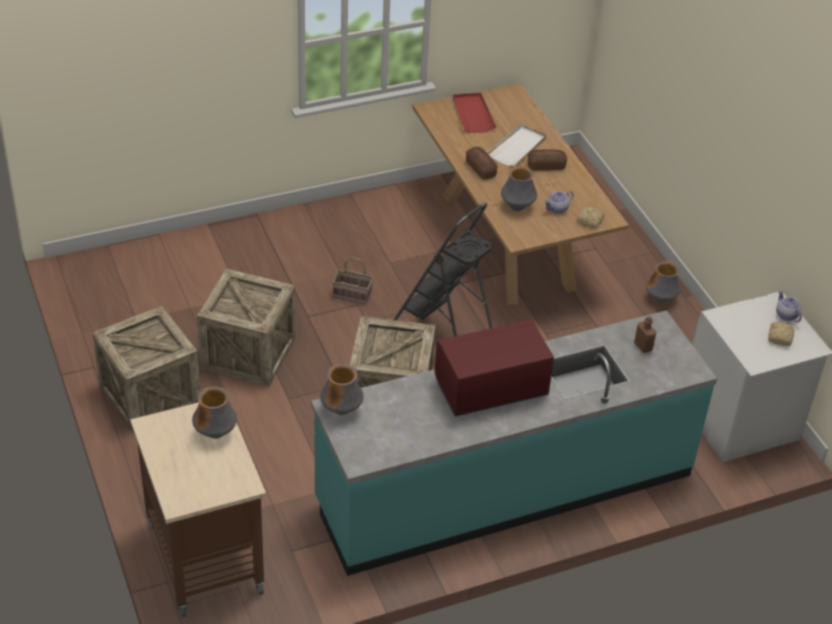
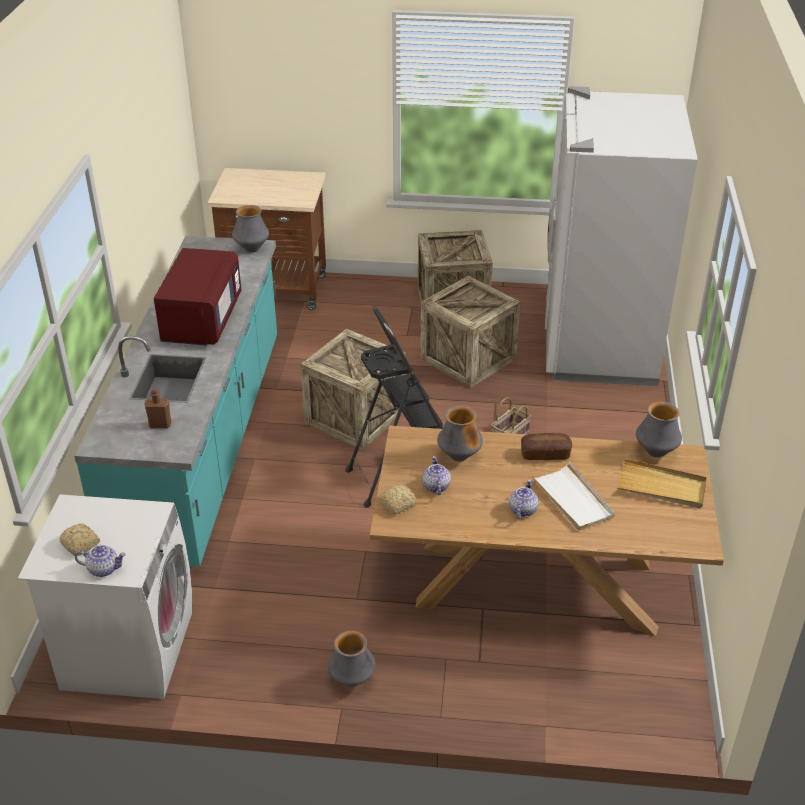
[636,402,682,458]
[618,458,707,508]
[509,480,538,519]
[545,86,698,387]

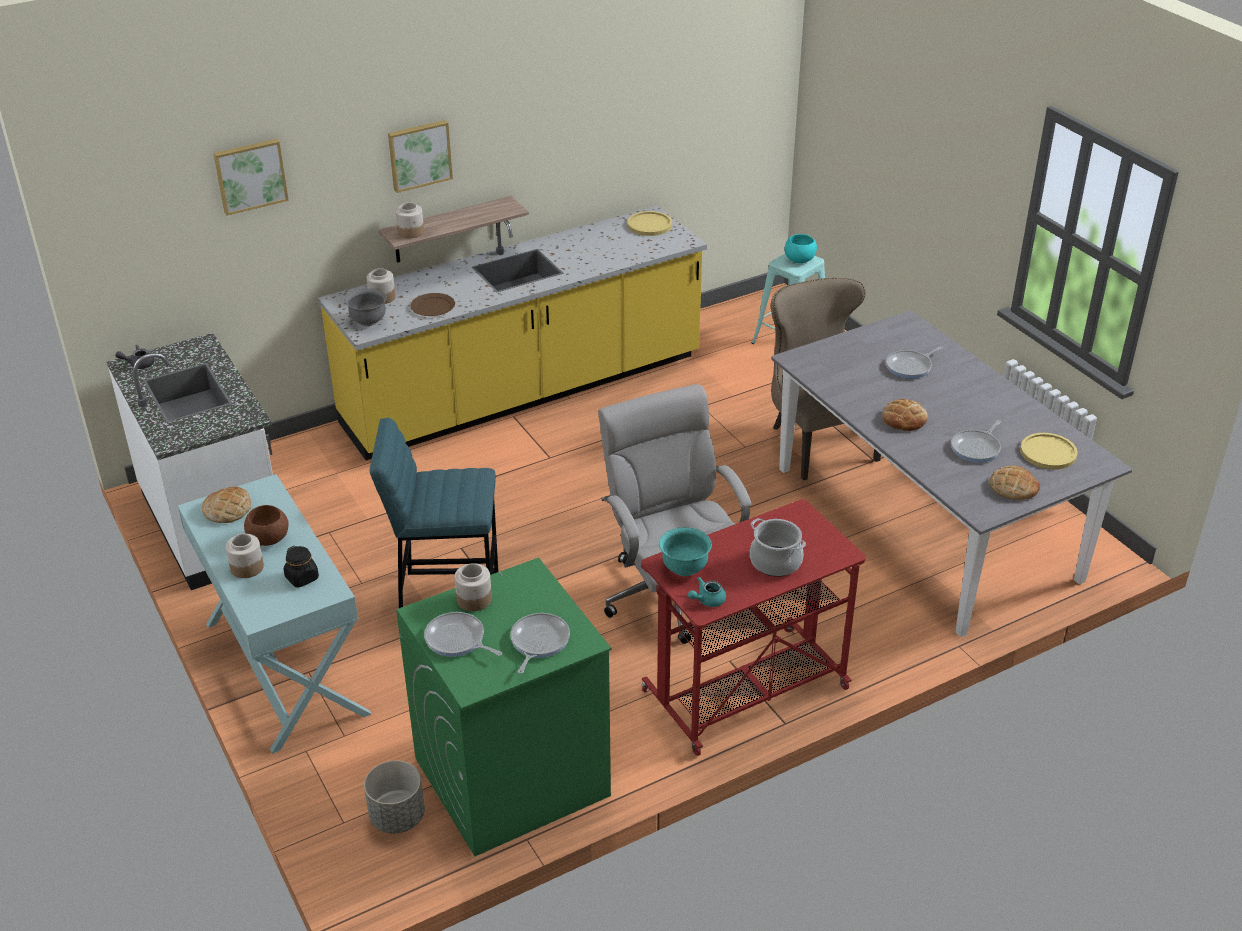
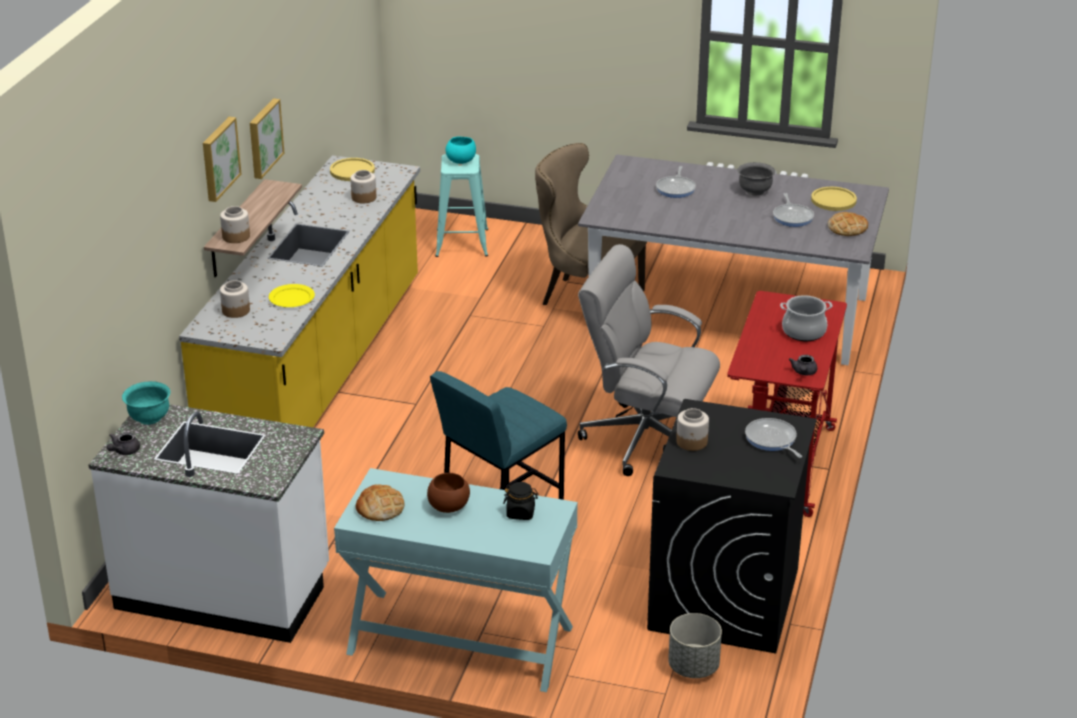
[250,98,284,179]
[350,170,376,203]
[737,162,775,196]
[647,399,817,653]
[269,284,315,307]
[424,612,503,657] (first image)
[122,381,170,425]
[789,355,817,375]
[882,399,928,431] (first image)

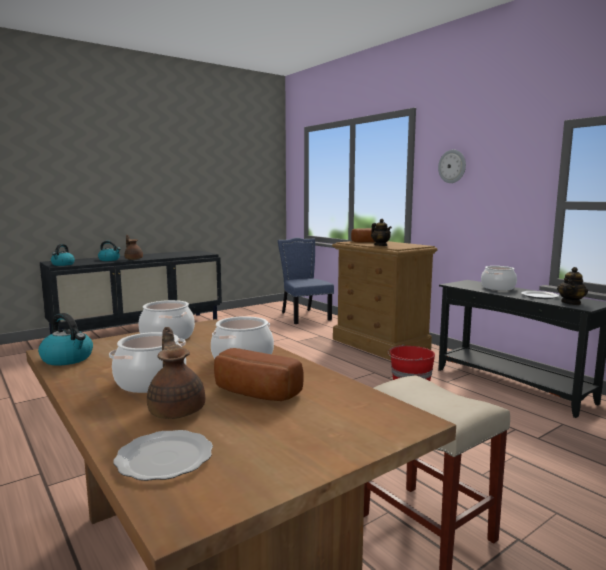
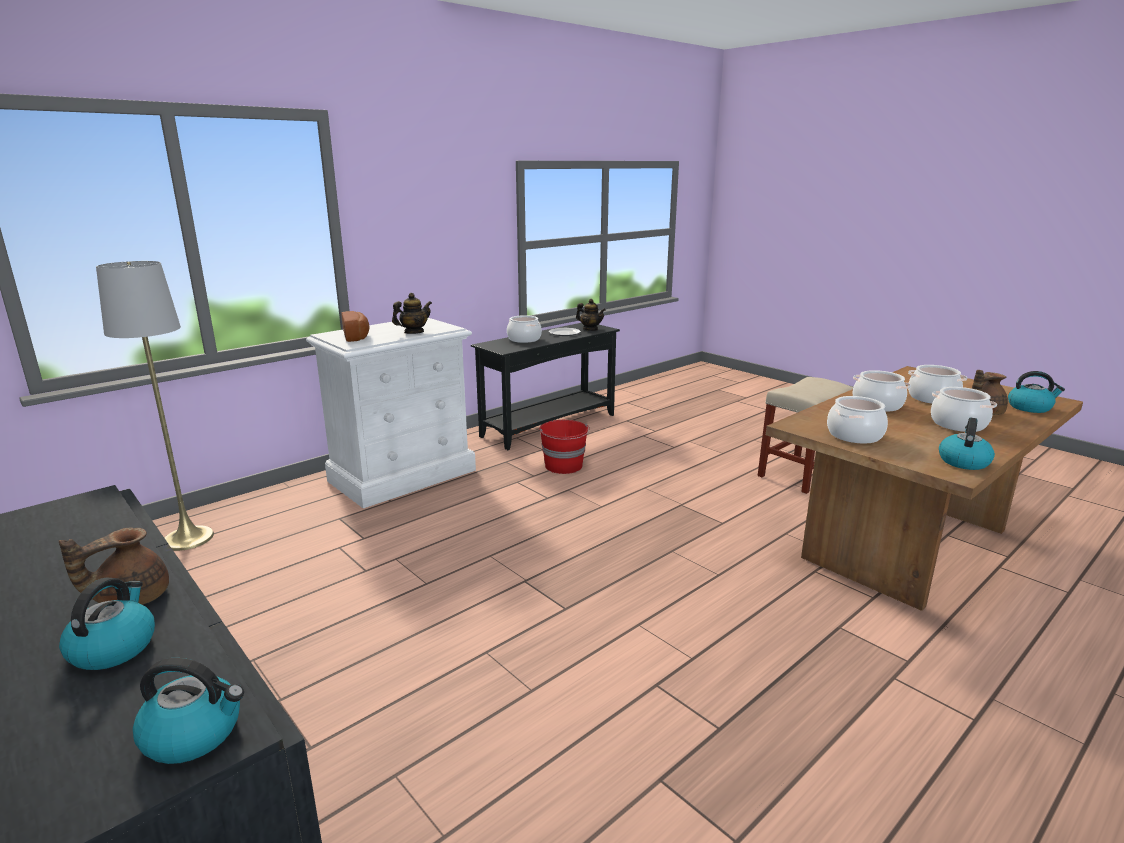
[1008,371,1065,413]
[908,365,967,404]
[96,261,214,551]
[306,318,476,508]
[438,150,466,183] (first image)

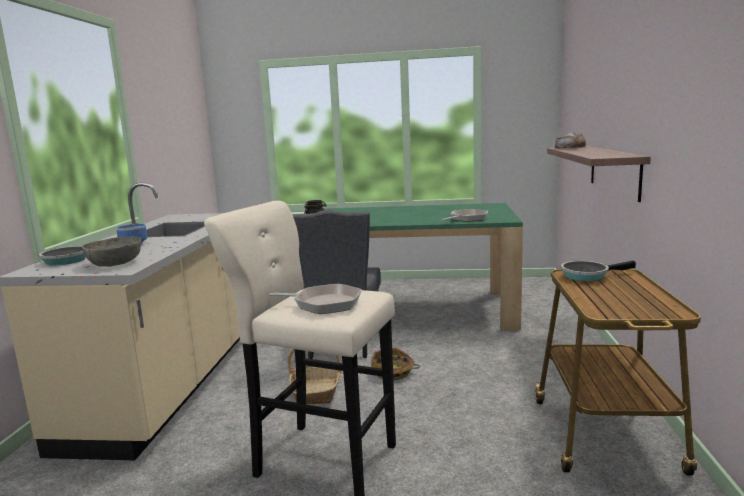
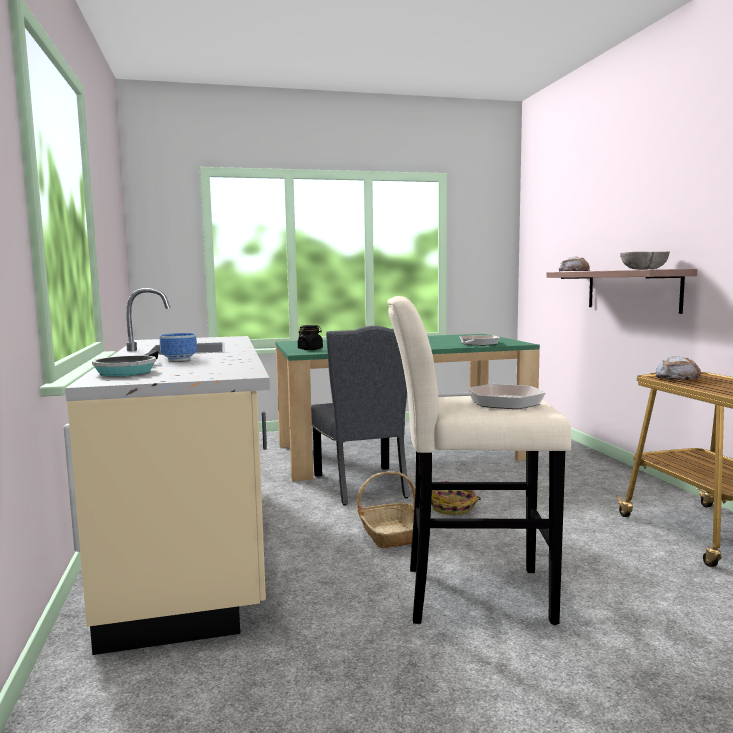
[620,251,670,270]
[656,356,701,380]

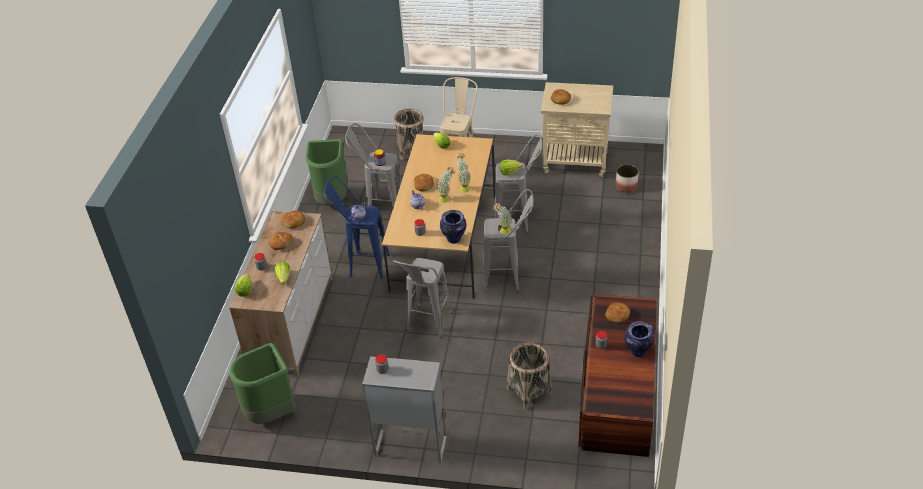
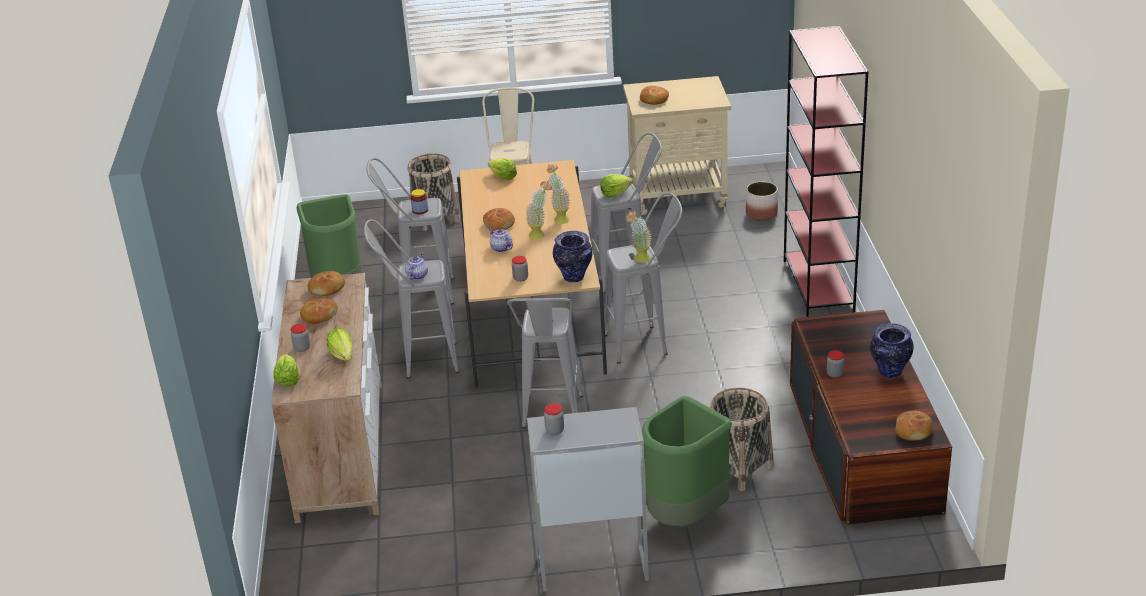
[642,396,732,527]
[364,219,459,379]
[895,410,933,441]
[784,26,868,317]

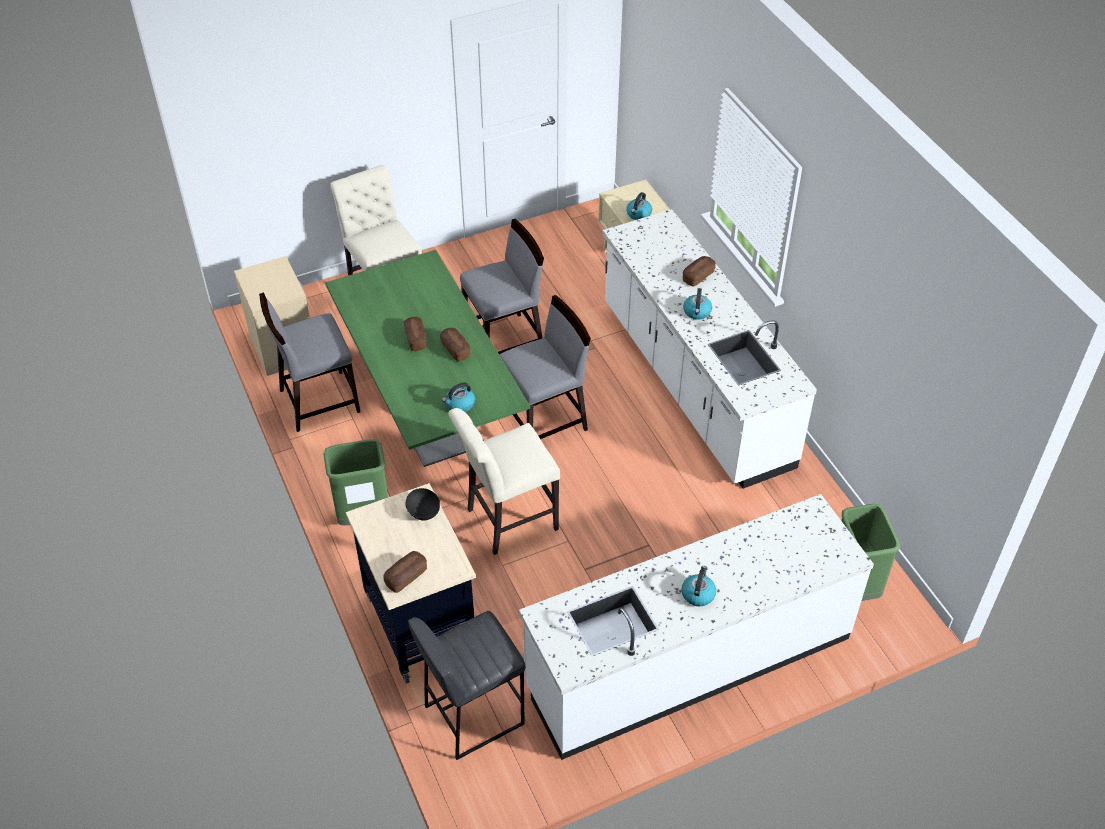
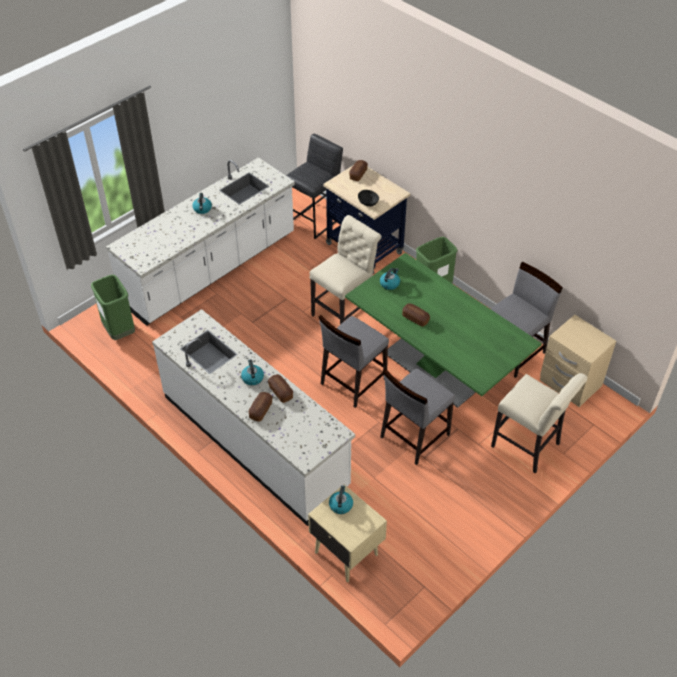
[268,374,293,403]

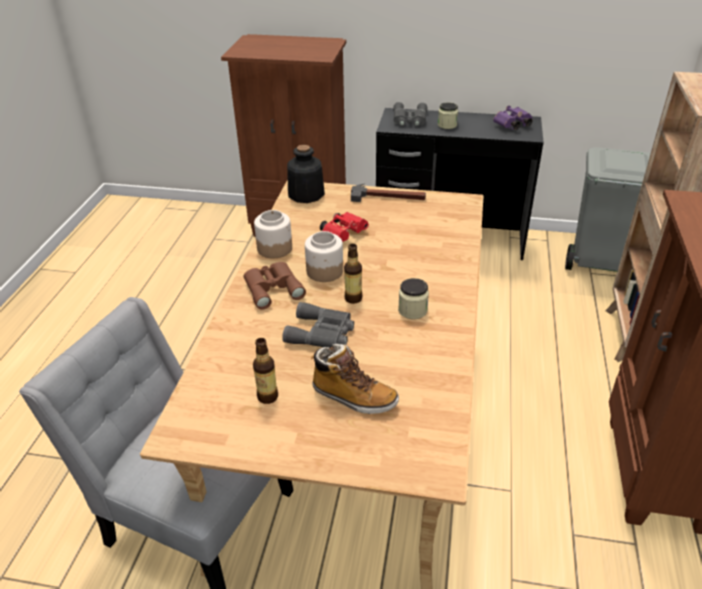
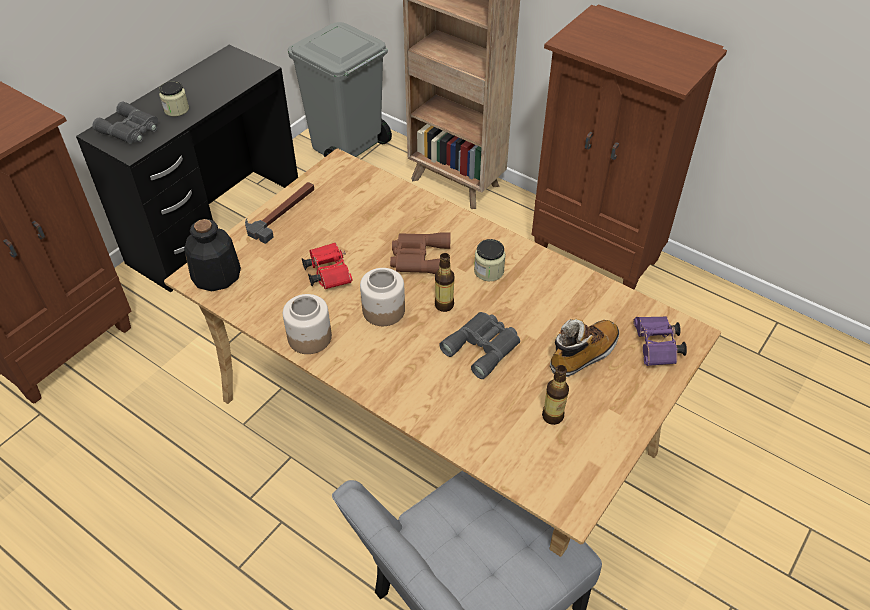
[390,232,451,274]
[633,316,687,366]

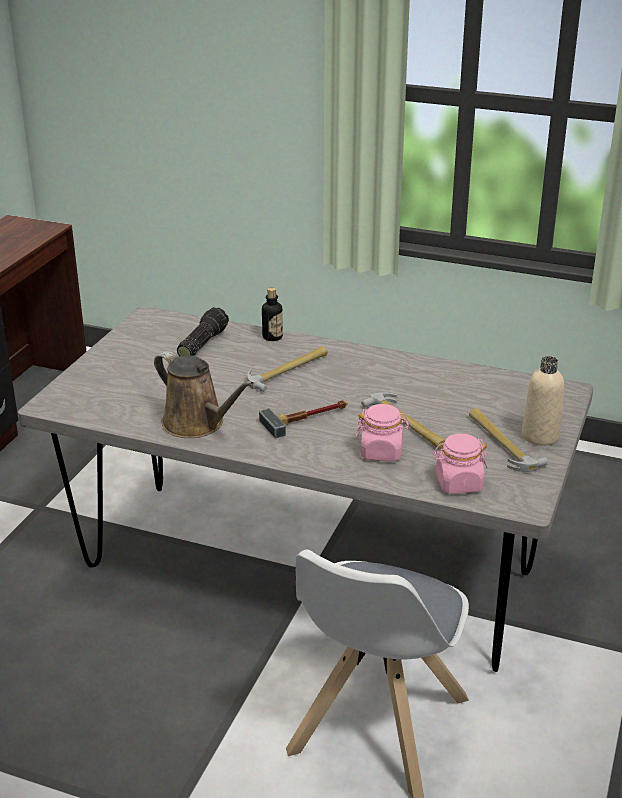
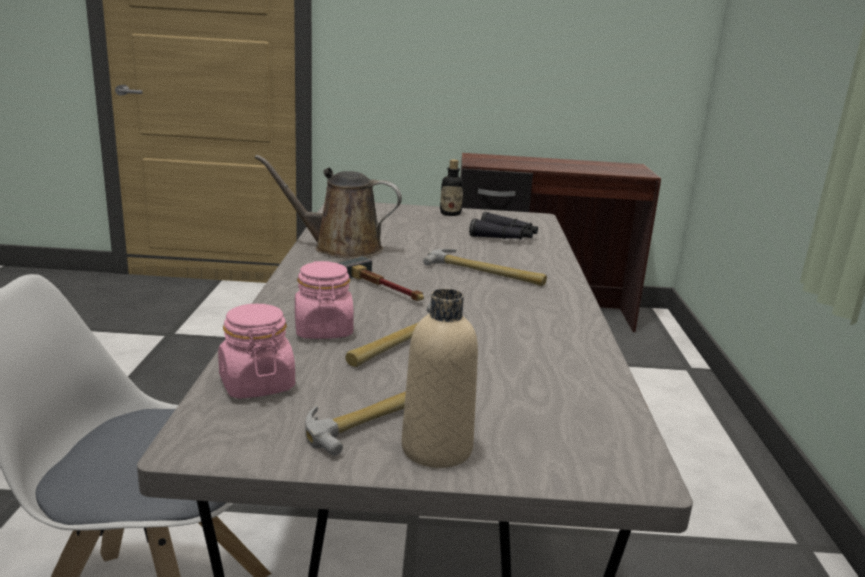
[255,155,402,259]
[469,212,538,240]
[440,160,464,216]

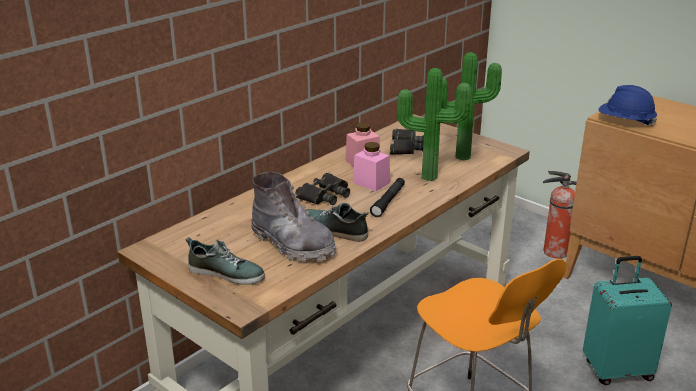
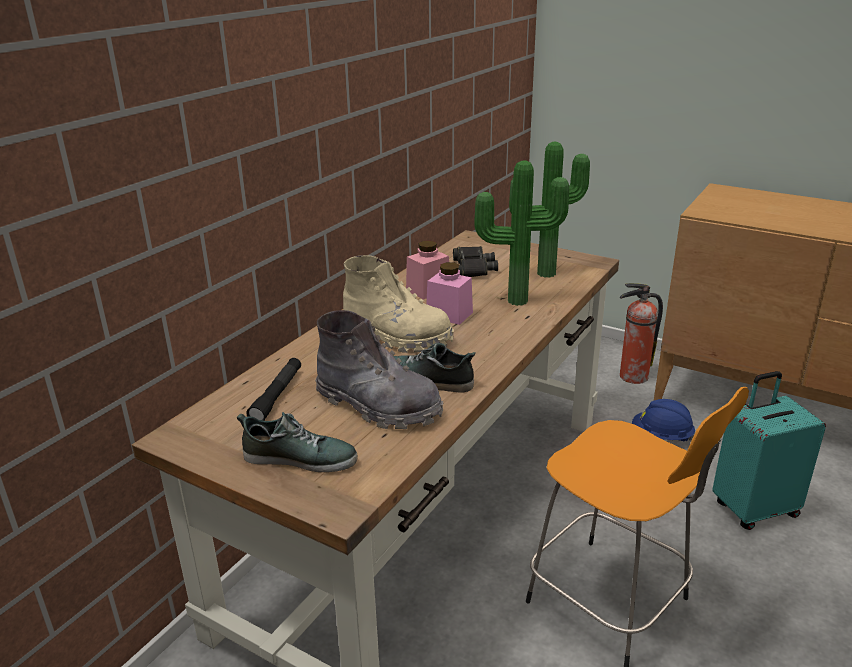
[343,255,454,353]
[247,358,301,421]
[632,399,695,442]

